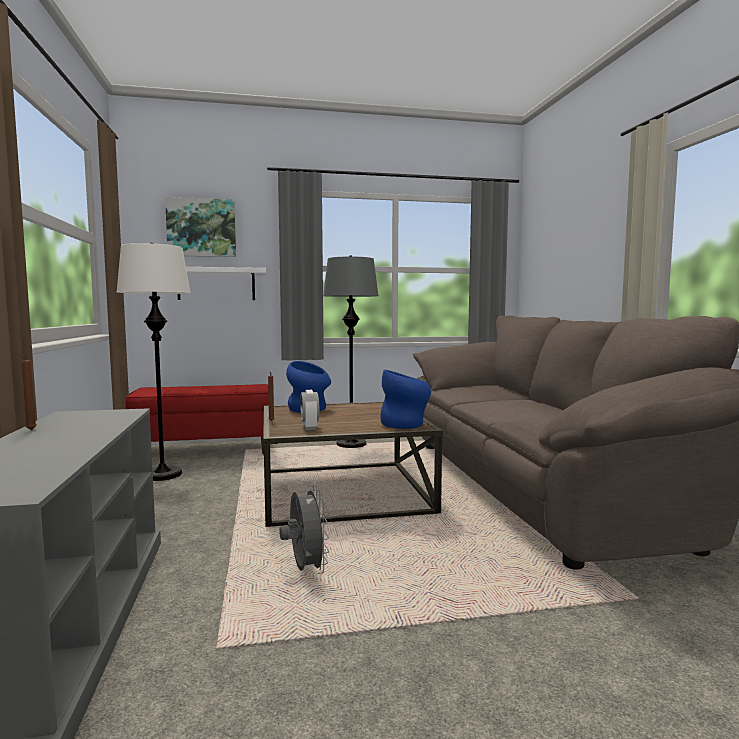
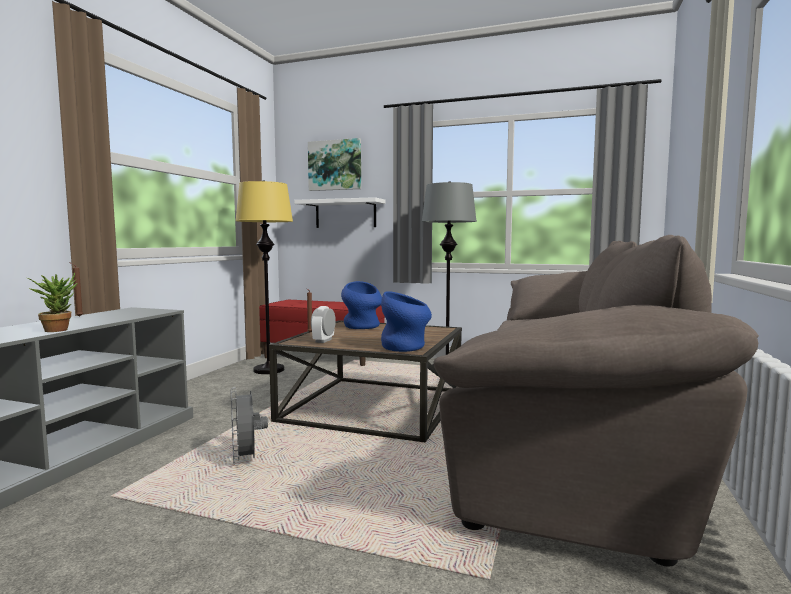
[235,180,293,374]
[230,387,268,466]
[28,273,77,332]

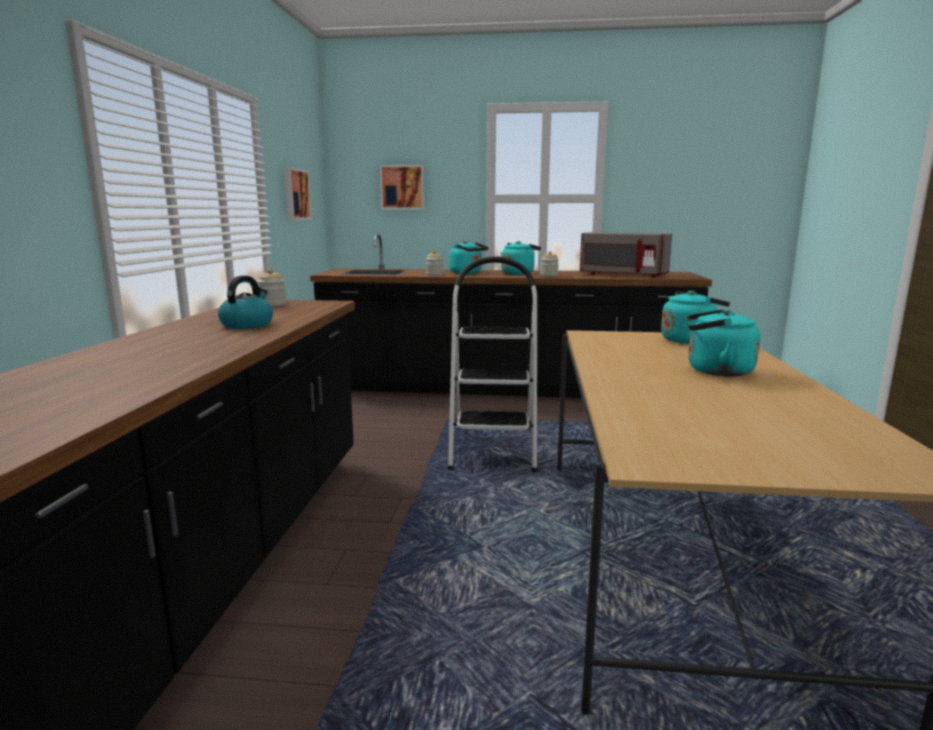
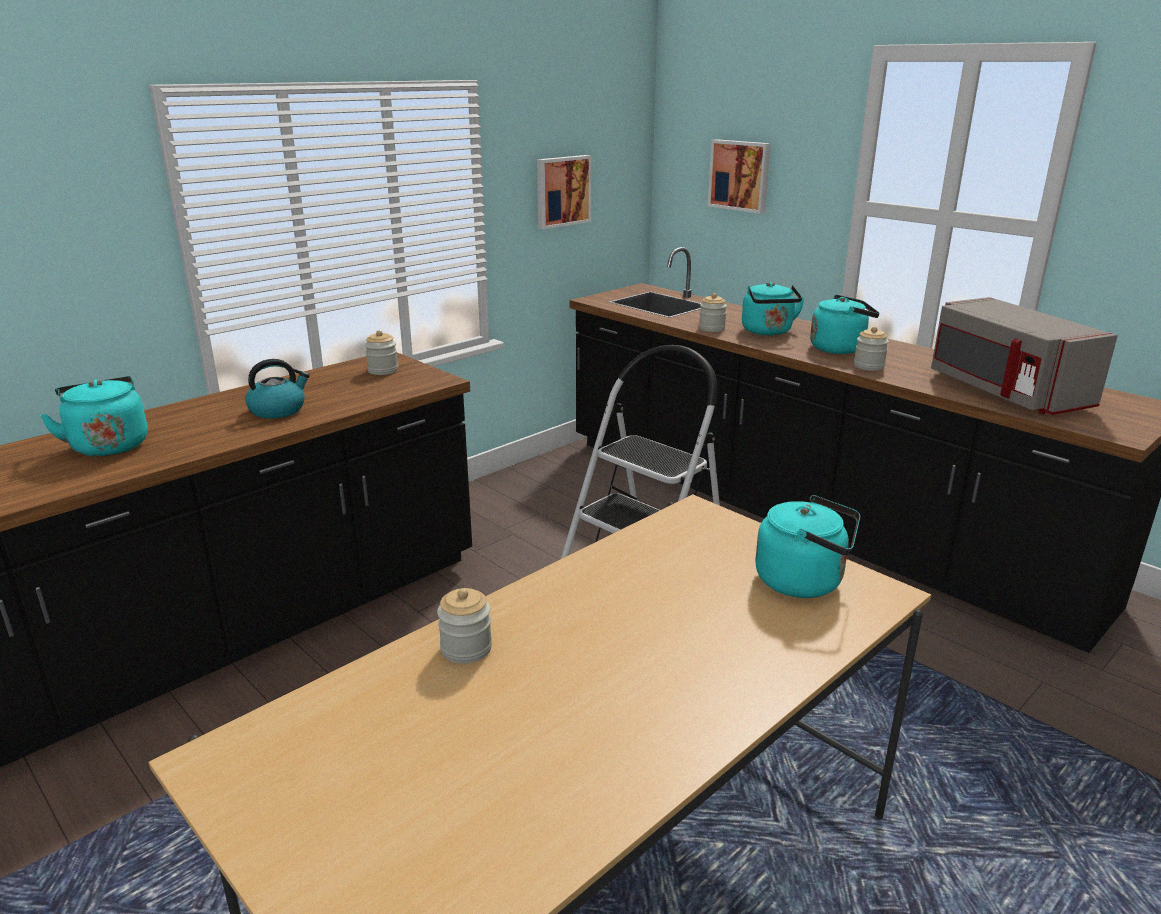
[40,376,148,457]
[437,588,492,664]

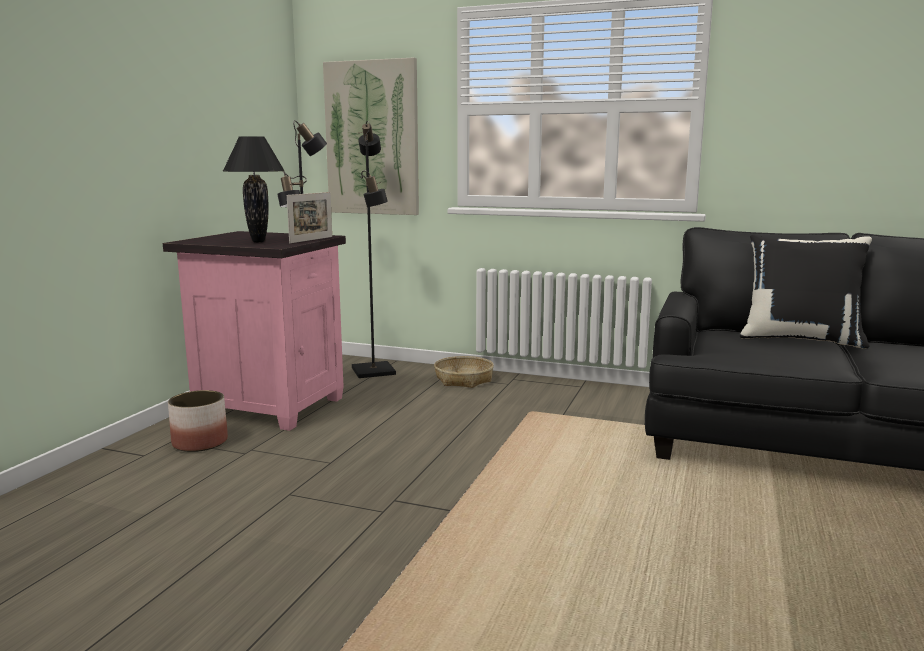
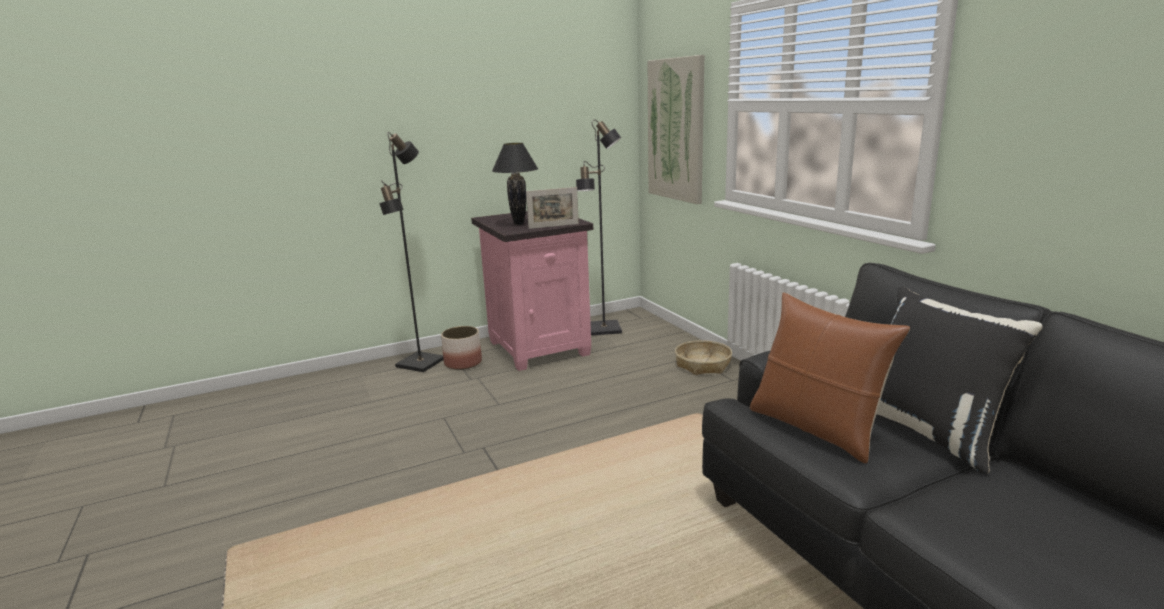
[379,132,444,372]
[750,292,910,463]

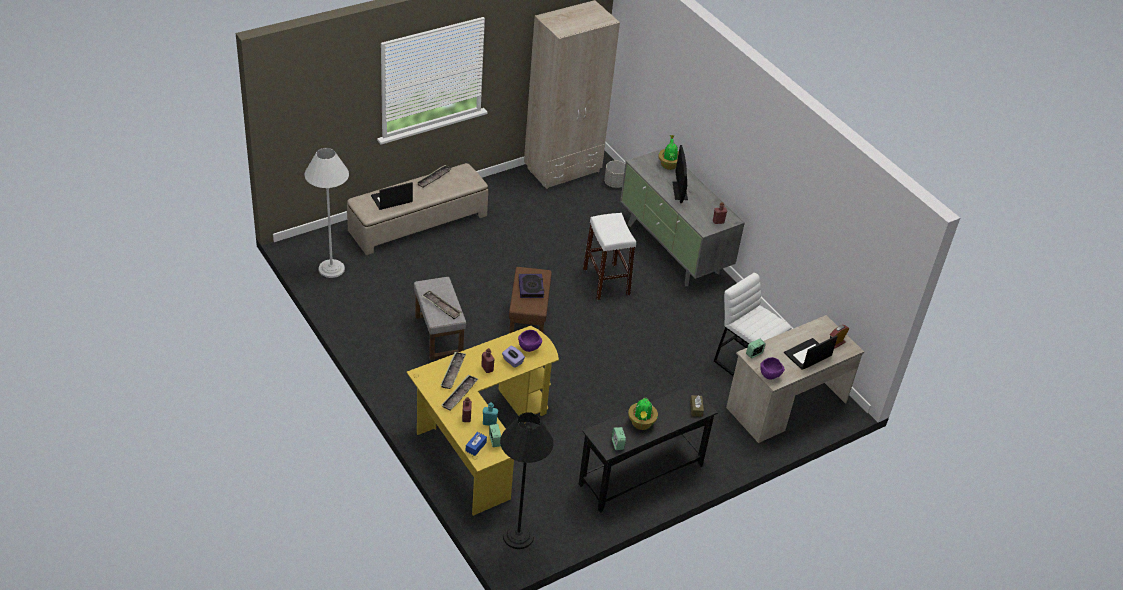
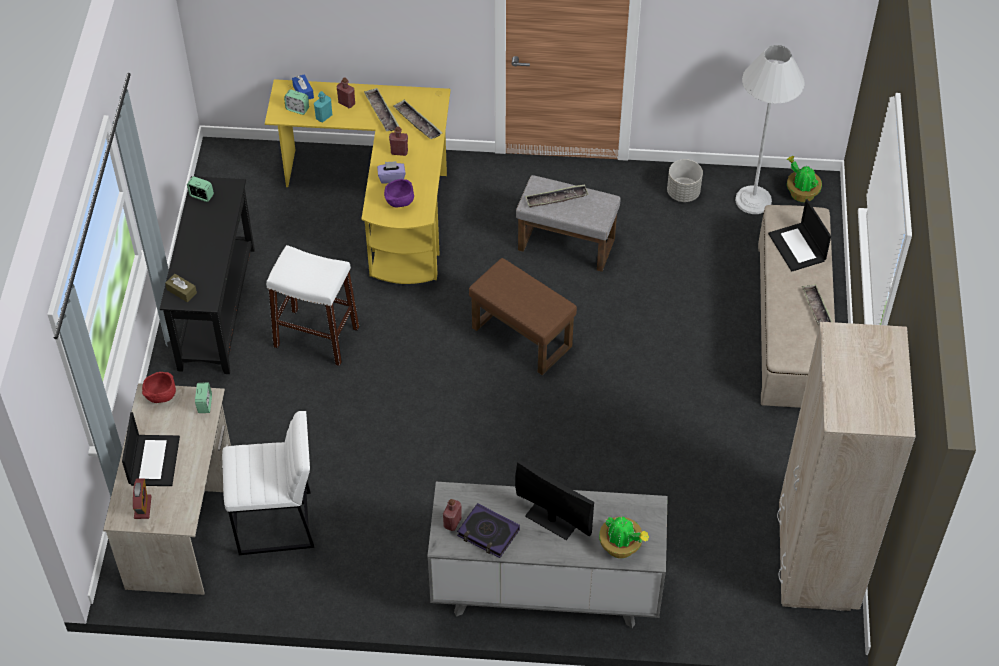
[768,199,831,272]
[500,412,553,549] (first image)
[457,503,520,558]
[266,245,359,366]
[667,159,703,202]
[786,156,822,202]
[142,372,176,403]

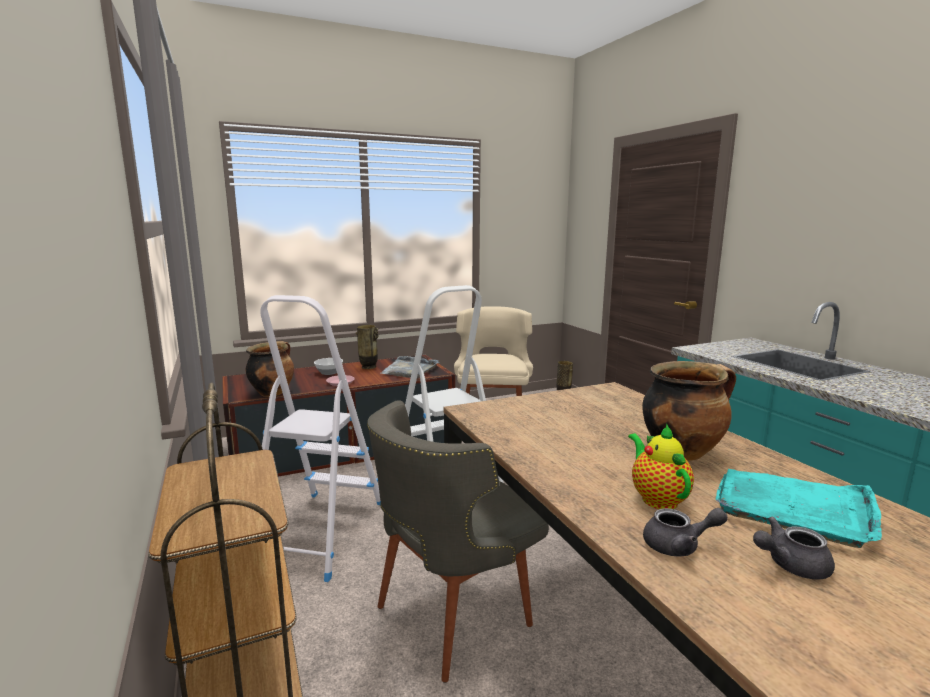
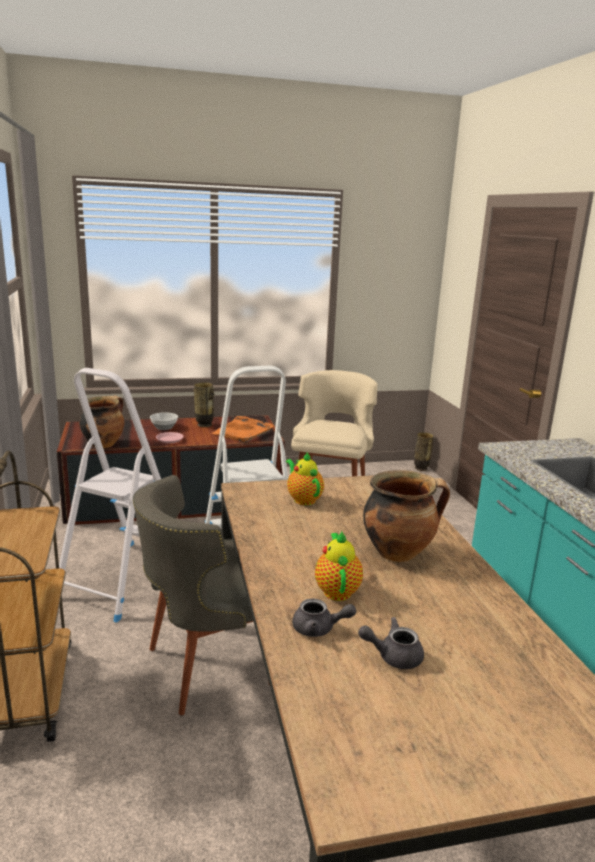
[212,416,274,442]
[716,469,882,548] (first image)
[286,452,324,505]

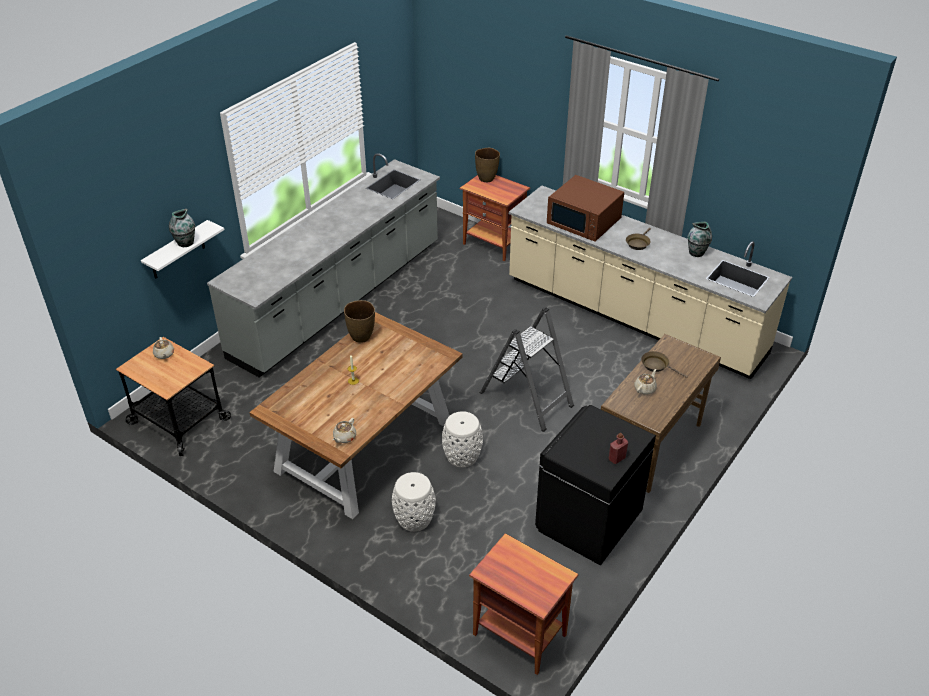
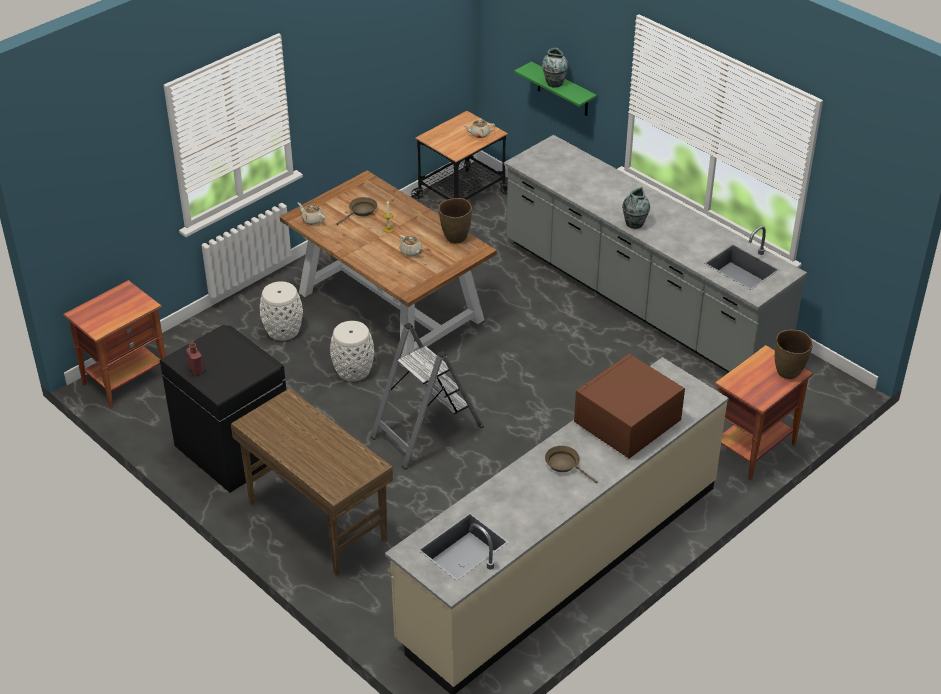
[514,61,597,116]
[399,235,423,257]
[336,197,377,225]
[622,187,650,229]

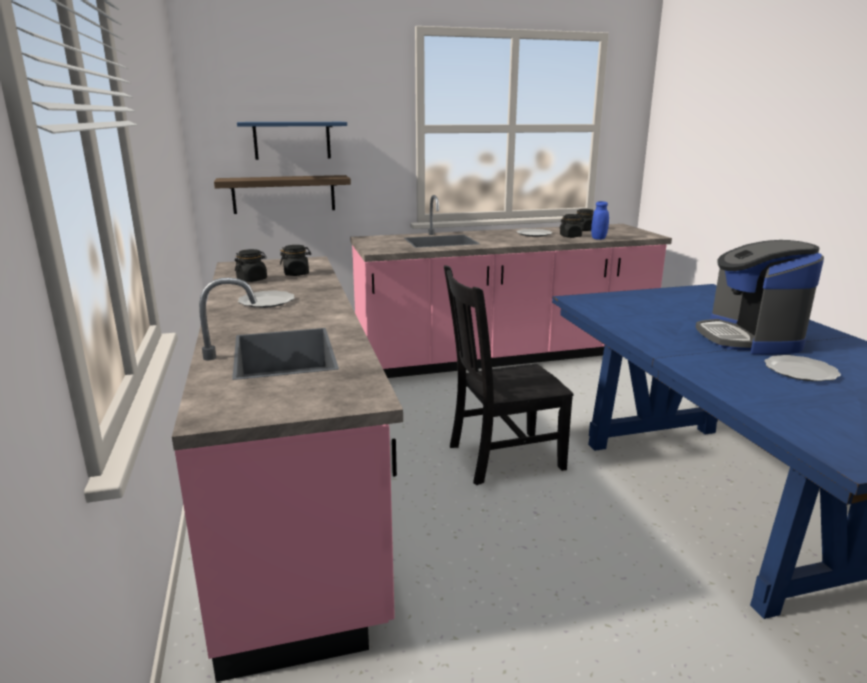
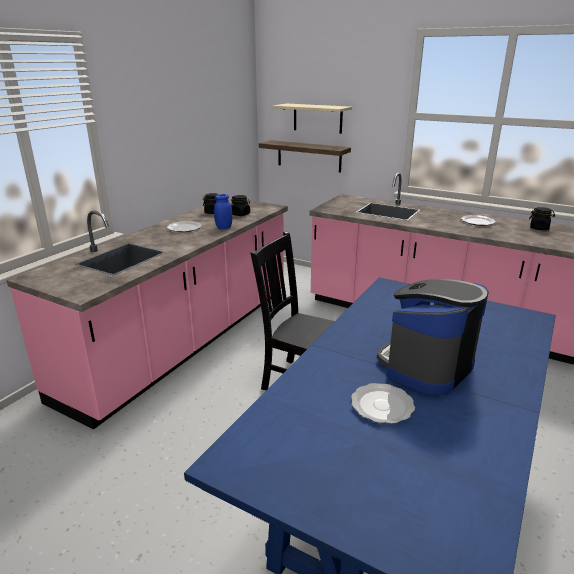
[272,103,352,134]
[560,214,584,238] (first image)
[214,194,232,229]

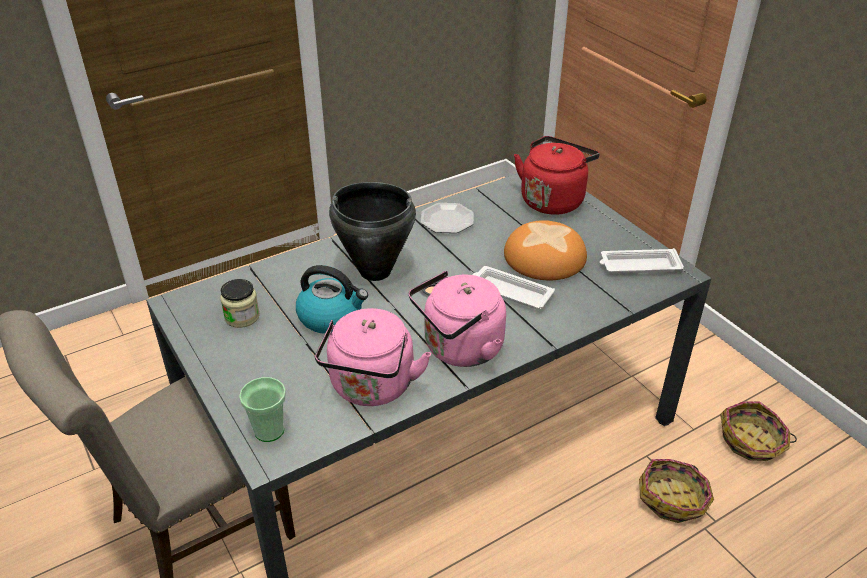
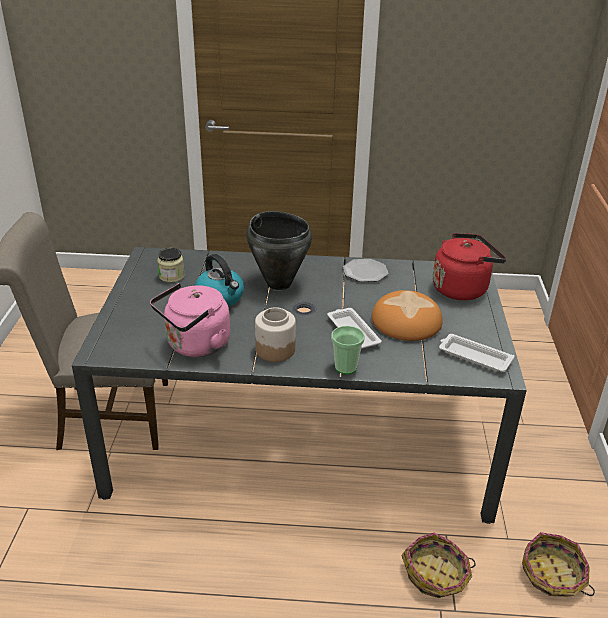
[331,326,365,374]
[255,307,296,362]

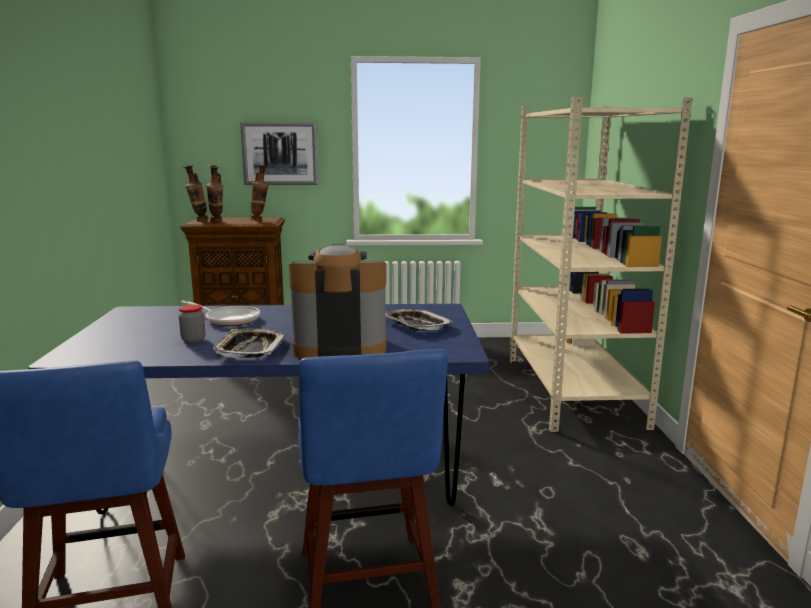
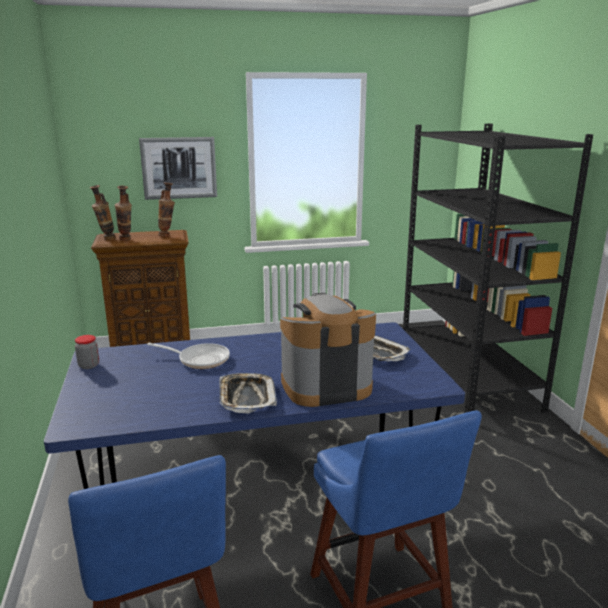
[75,335,99,369]
[403,124,593,413]

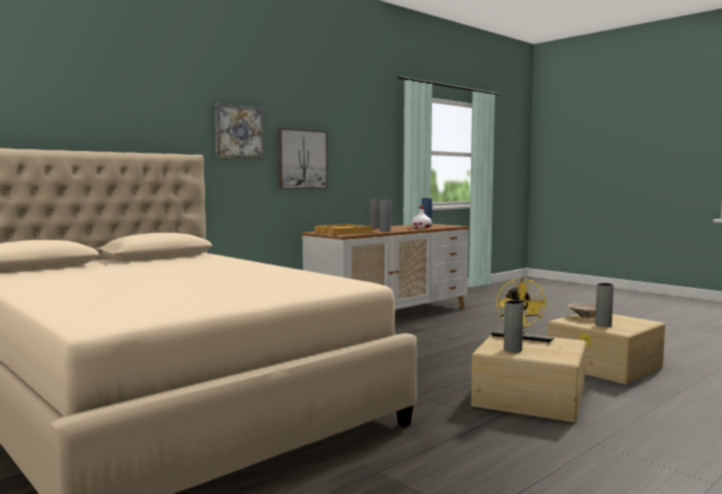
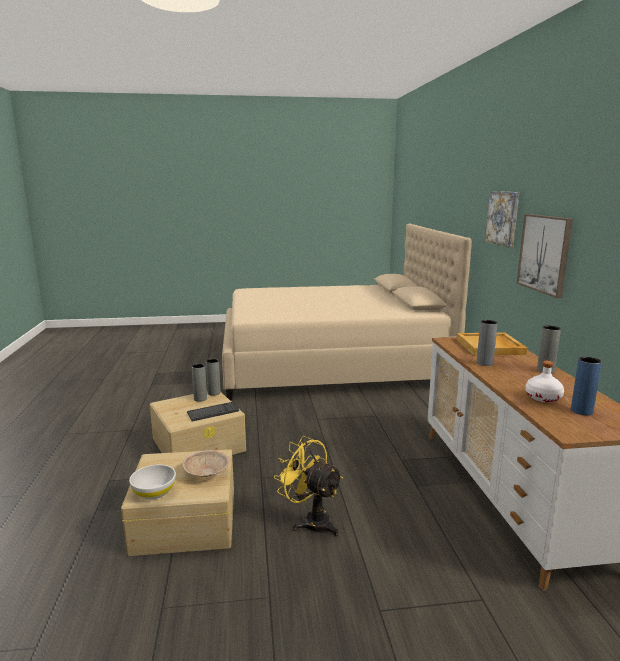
[206,359,221,396]
[129,464,176,499]

